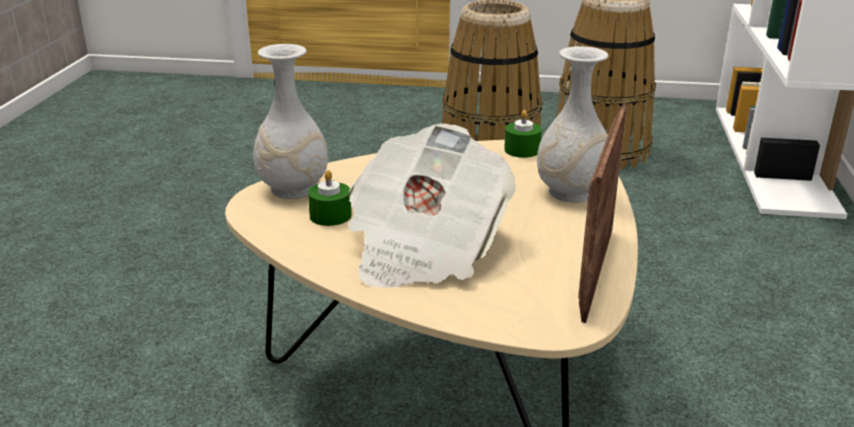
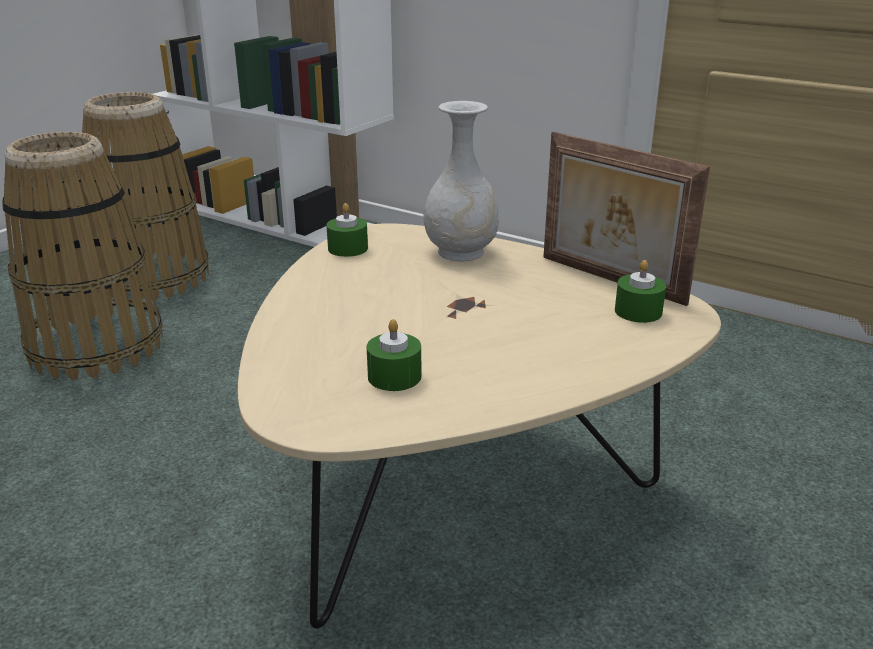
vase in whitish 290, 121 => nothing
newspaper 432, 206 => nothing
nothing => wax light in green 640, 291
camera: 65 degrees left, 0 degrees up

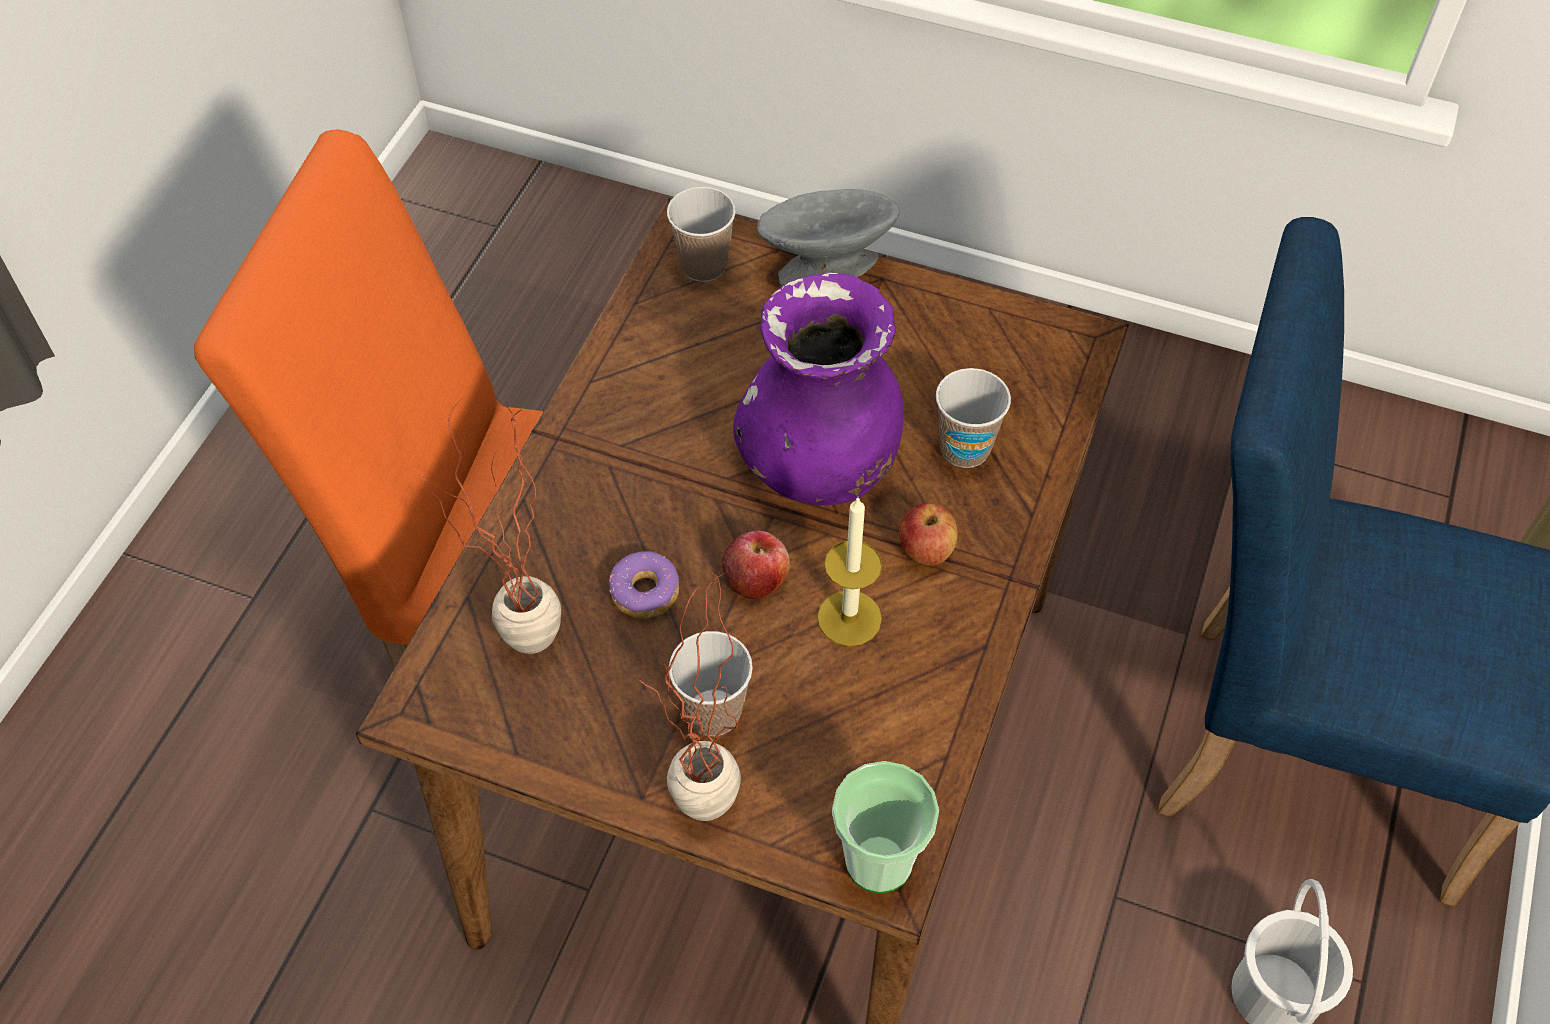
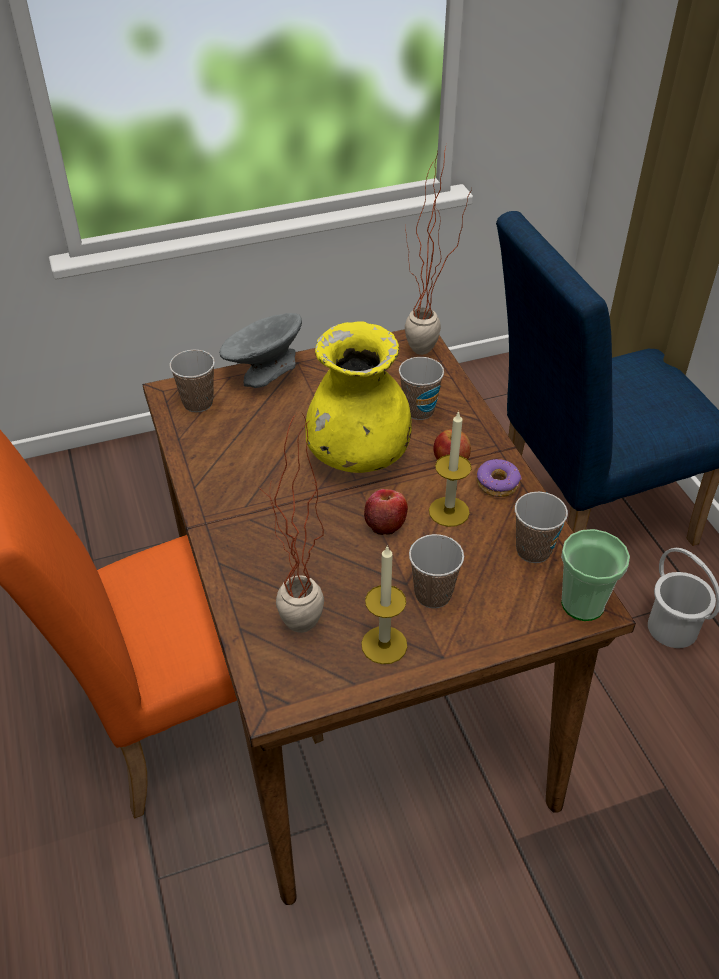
nothing => wax light 384, 604
nothing => small cup 541, 527
doughnut 644, 585 => doughnut 499, 478, move
plant in a pot 691, 696 => plant in a pot 438, 249, move
vase in purple 818, 389 => vase in yellowish 358, 397
camera: 40 degrees left, 10 degrees down

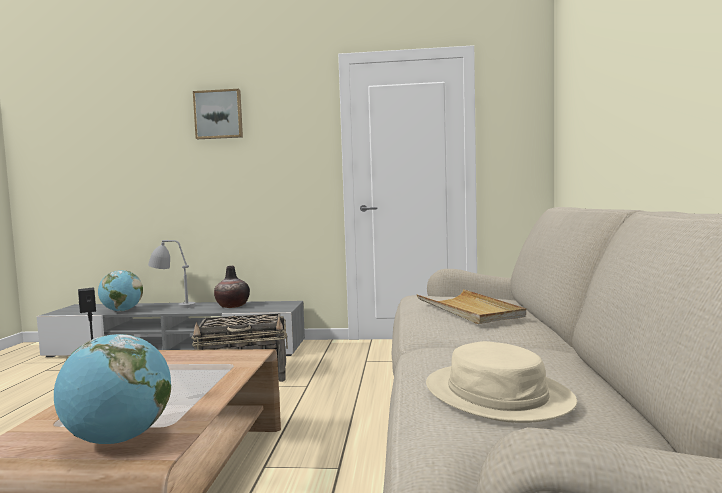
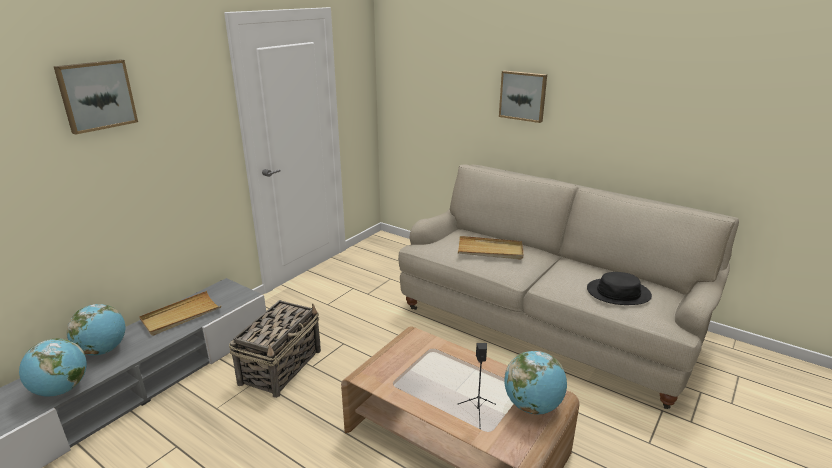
nothing => wall art 523, 96
table lamp in greyish 172, 274 => world globe 96, 330
vase 232, 287 => serving tray in beige-coloured 180, 313
wearable hat in beige-coloured 501, 382 => wearable hat in black 619, 288
camera: 60 degrees left, 20 degrees up

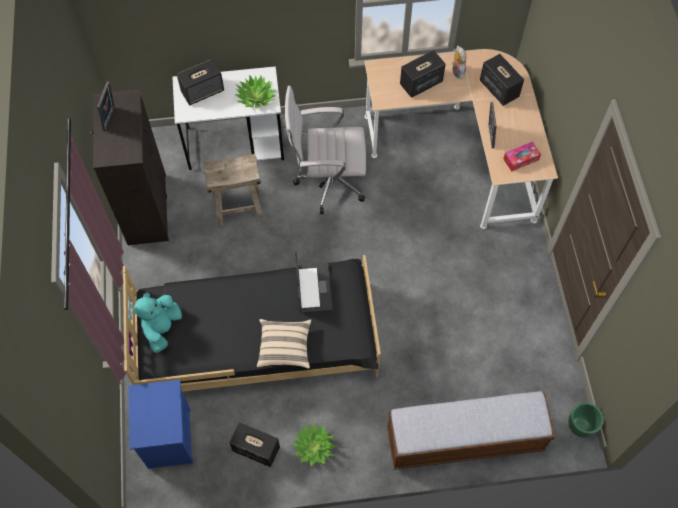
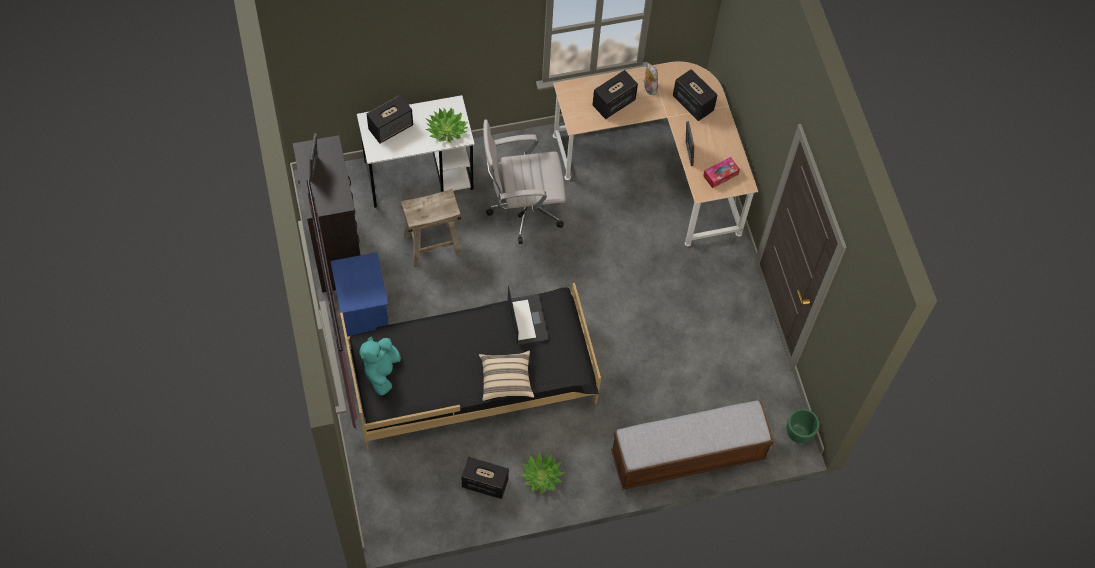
bedside table in blue-coloured 160, 424 => bedside table in blue-coloured 359, 294, move
camera: 10 degrees left, 0 degrees up

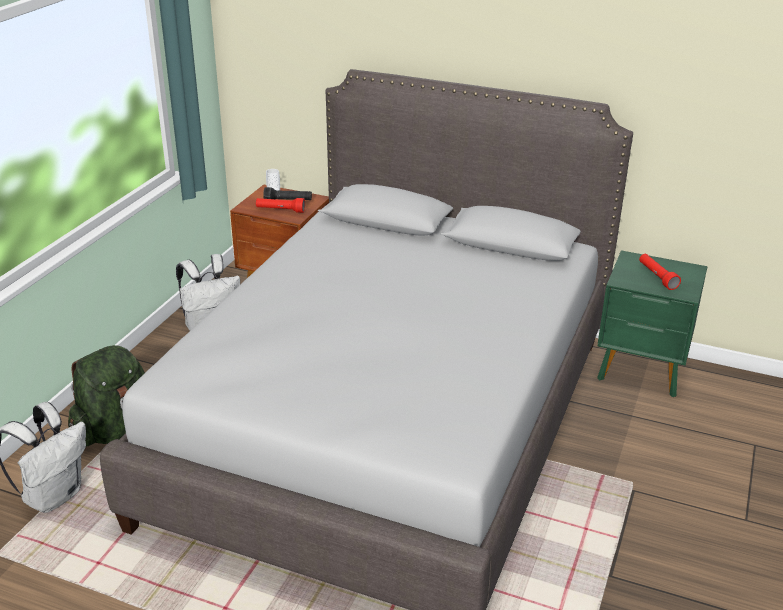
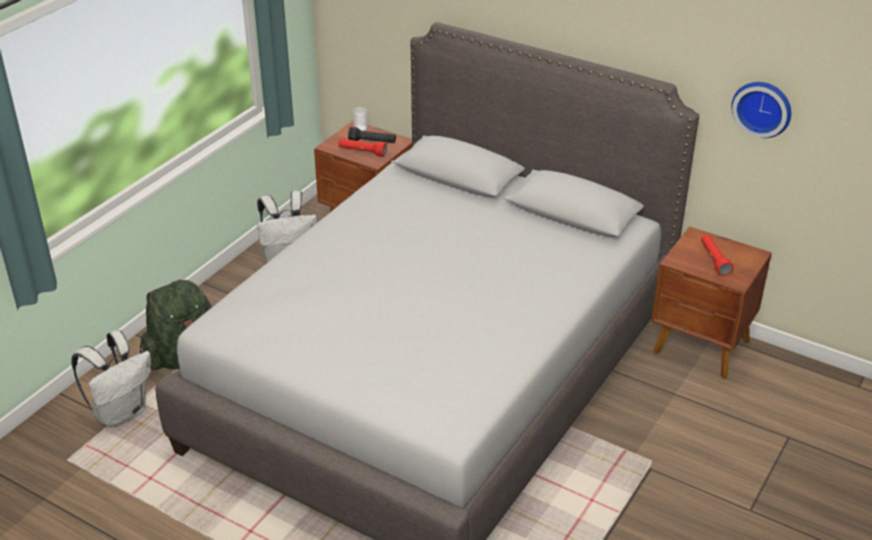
nothing => hanging clock 761, 110
bedside table in green 652, 323 => bedside table in brownish 712, 302
camera: 10 degrees right, 5 degrees up

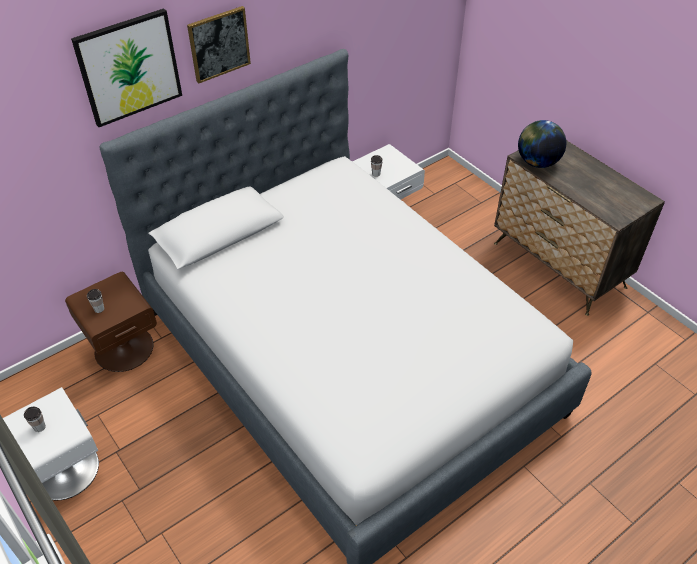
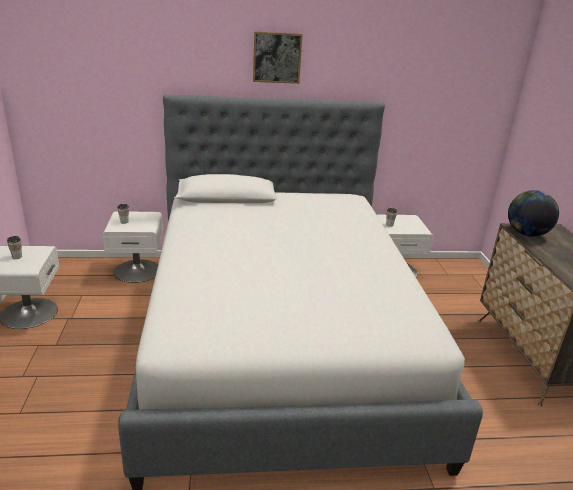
wall art 126, 67 => nothing
bedside table in brownish 111, 322 => bedside table in whitish 133, 247
camera: 30 degrees right, 20 degrees down

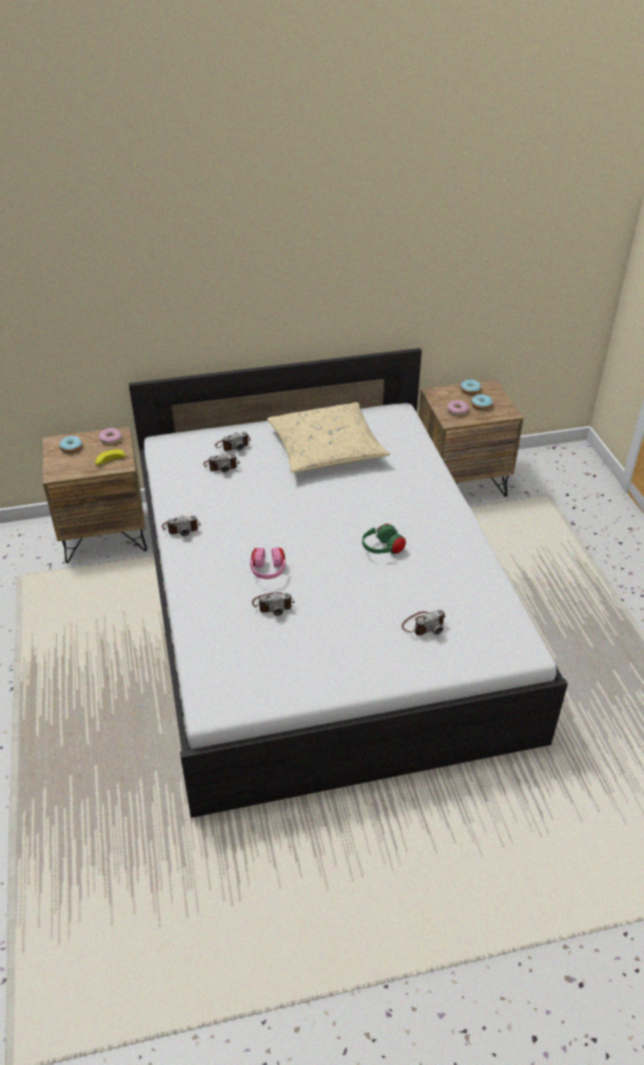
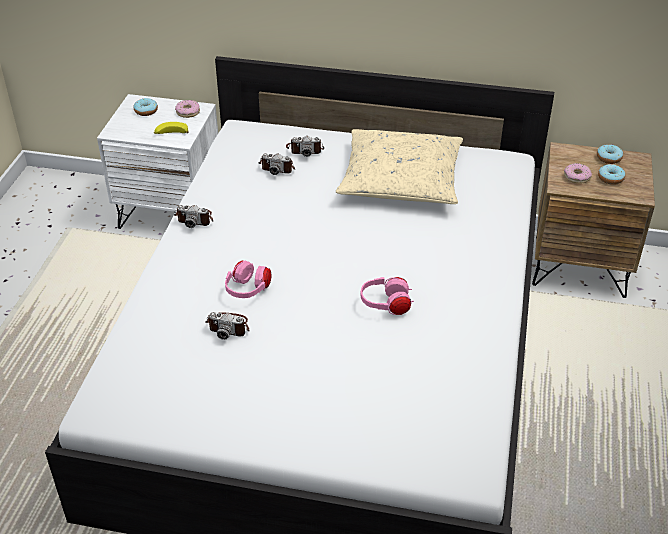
still camera 424, 622 => nothing
bedside table in brownish 94, 494 => bedside table in whitish 157, 161
headphones in green 384, 539 => headphones in pinkish 387, 296
camera: 25 degrees right, 0 degrees up

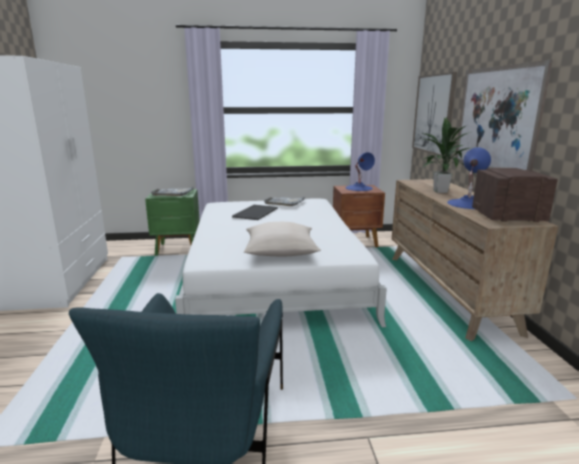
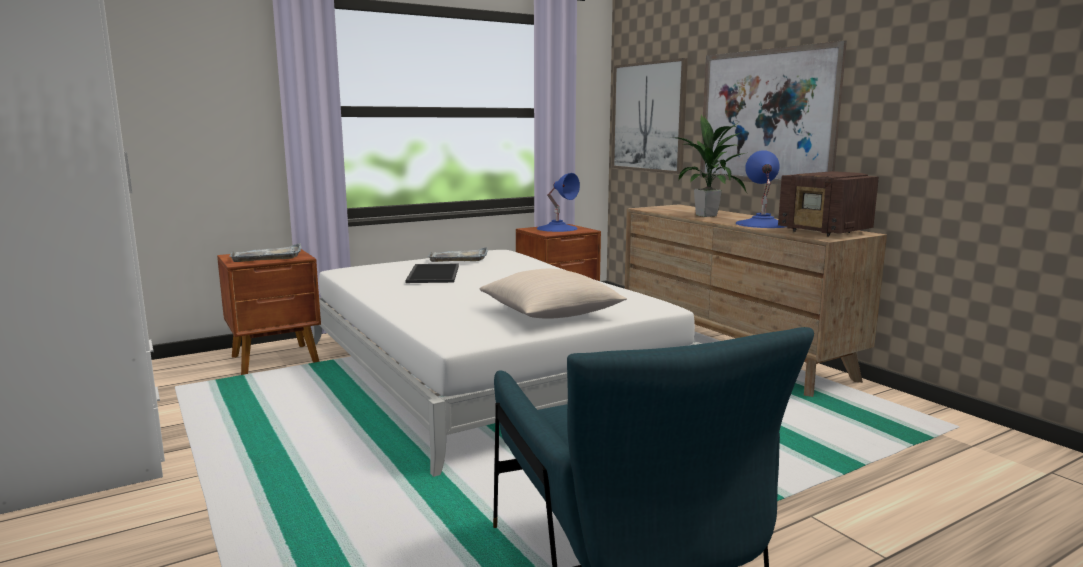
bedside table in green 172, 222 => bedside table in brownish 269, 312
radio 515, 195 => radio 828, 204, 105 degrees counterclockwise
camera: 25 degrees left, 5 degrees down

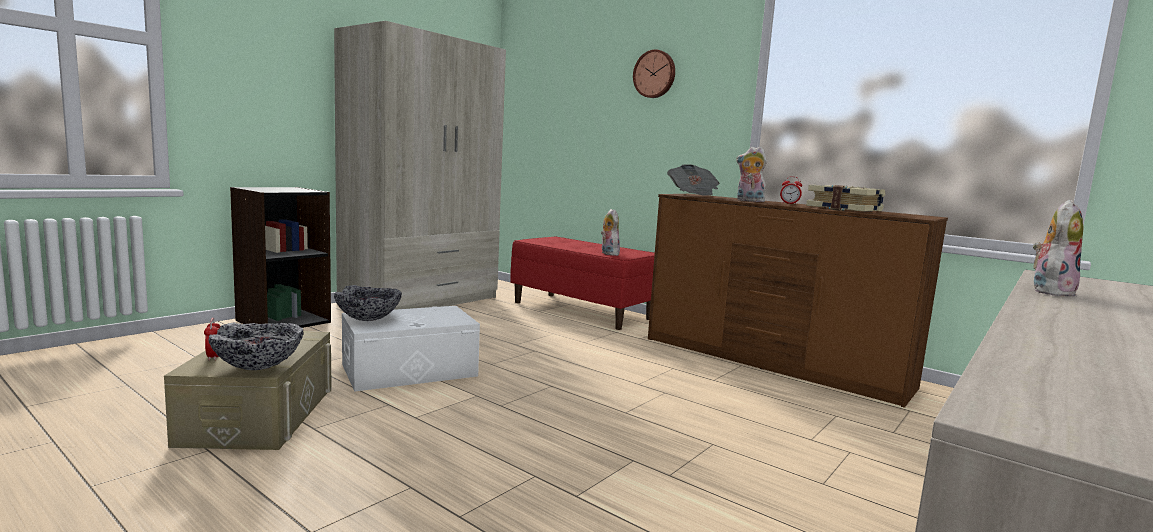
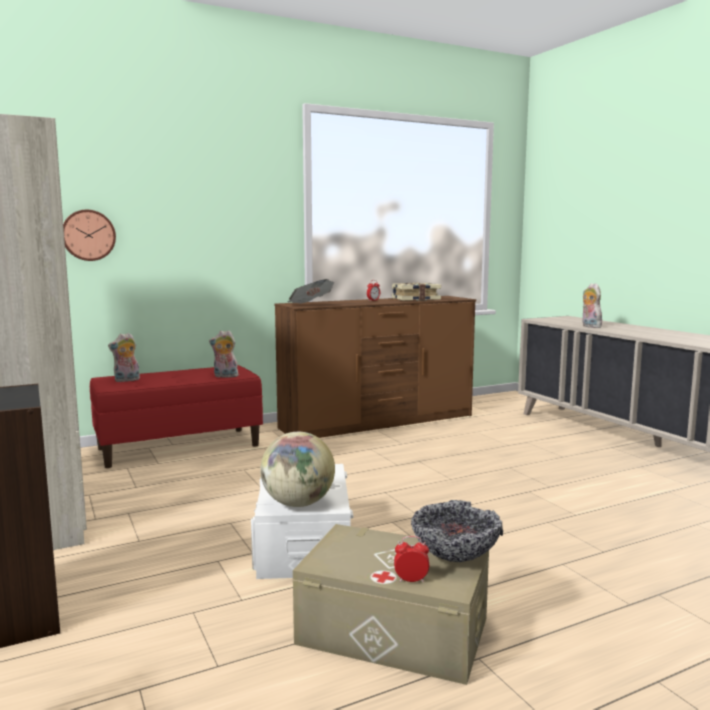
hanging clock 654, 74 => hanging clock 89, 235, move
cuddly toy 751, 174 => cuddly toy 124, 357, move
serving bowl 368, 303 => world globe 297, 469
camera: 65 degrees left, 0 degrees up

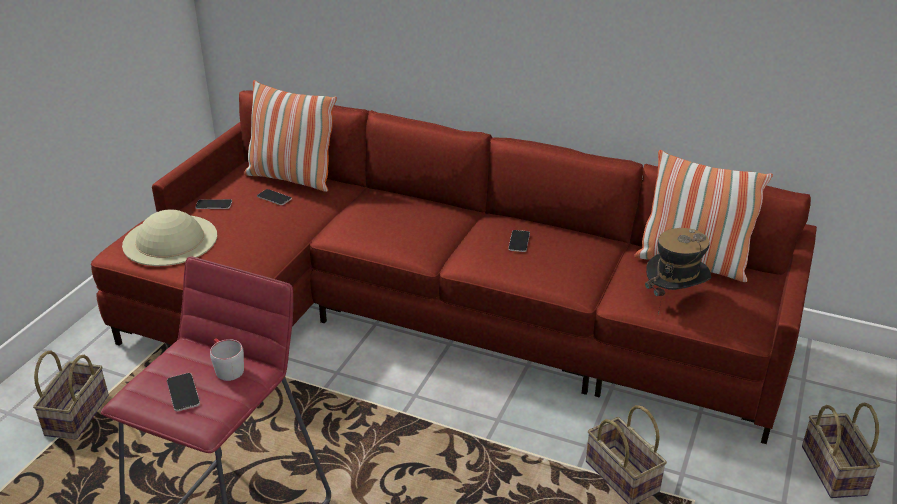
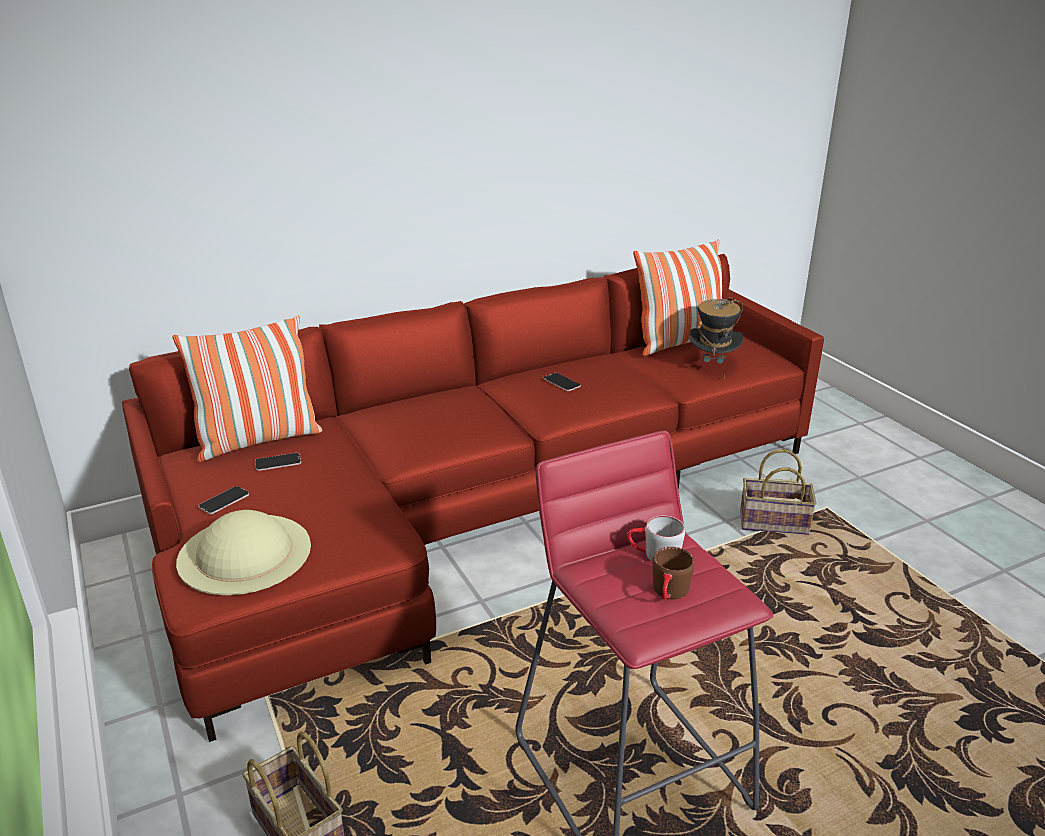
storage basket 841, 450 => nothing
handset 183, 392 => mug in brownish 673, 574
camera: 50 degrees left, 5 degrees down

